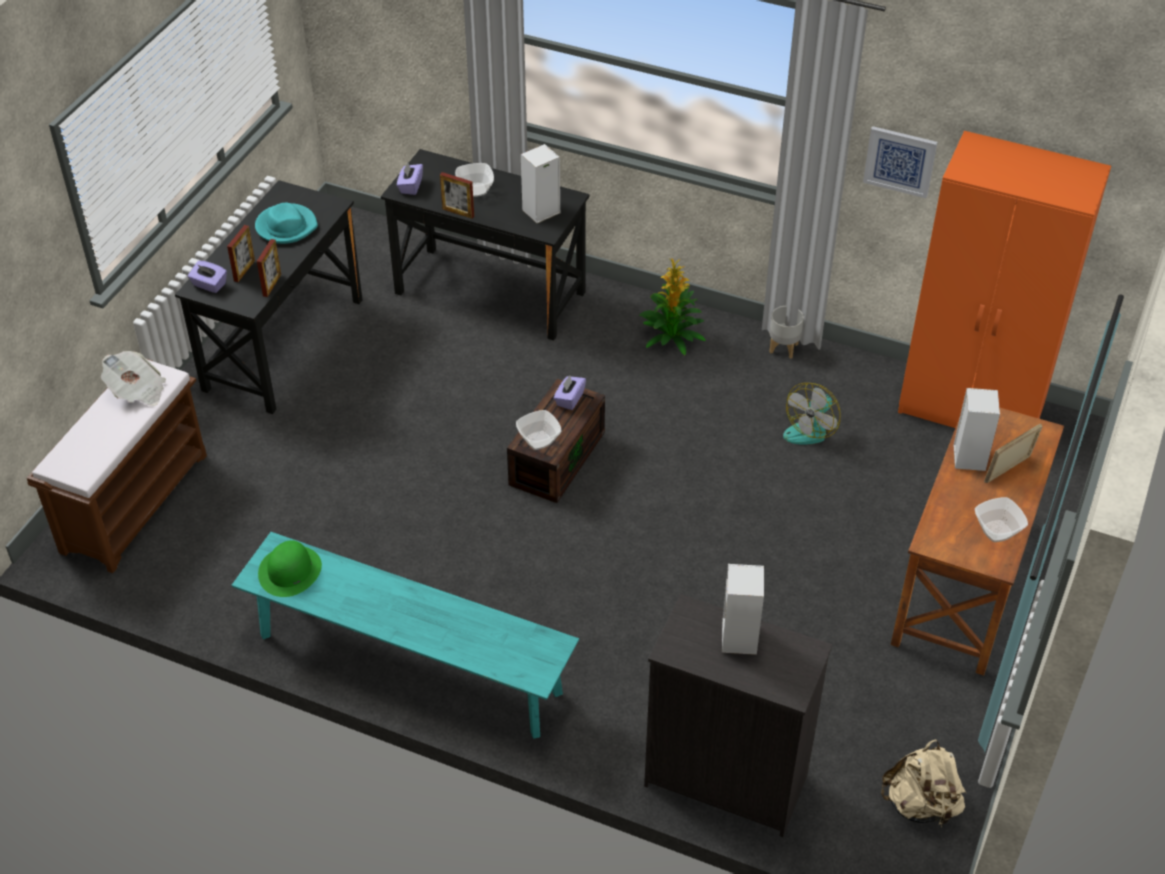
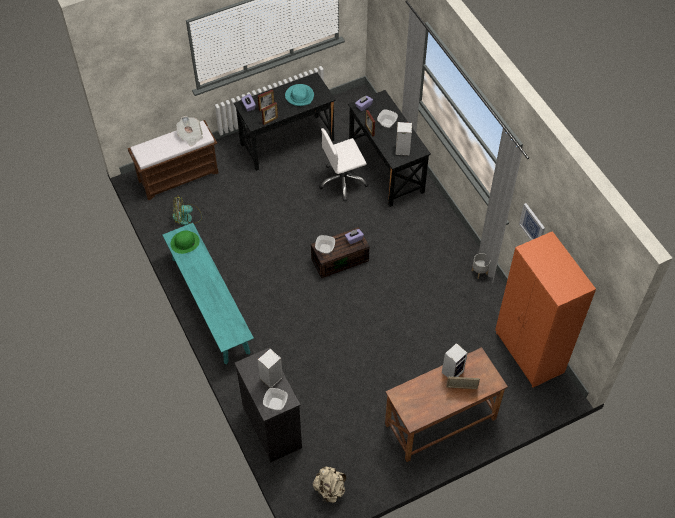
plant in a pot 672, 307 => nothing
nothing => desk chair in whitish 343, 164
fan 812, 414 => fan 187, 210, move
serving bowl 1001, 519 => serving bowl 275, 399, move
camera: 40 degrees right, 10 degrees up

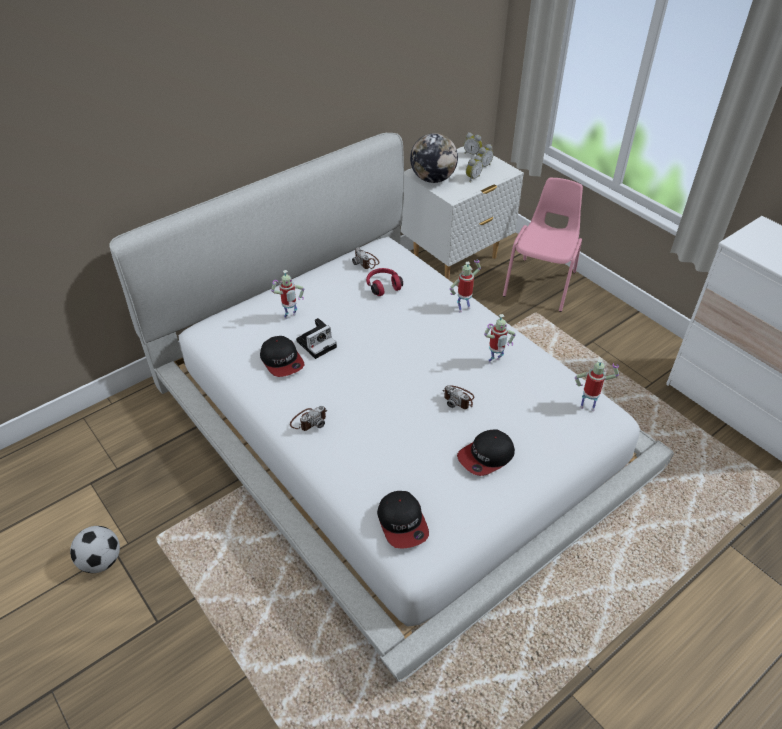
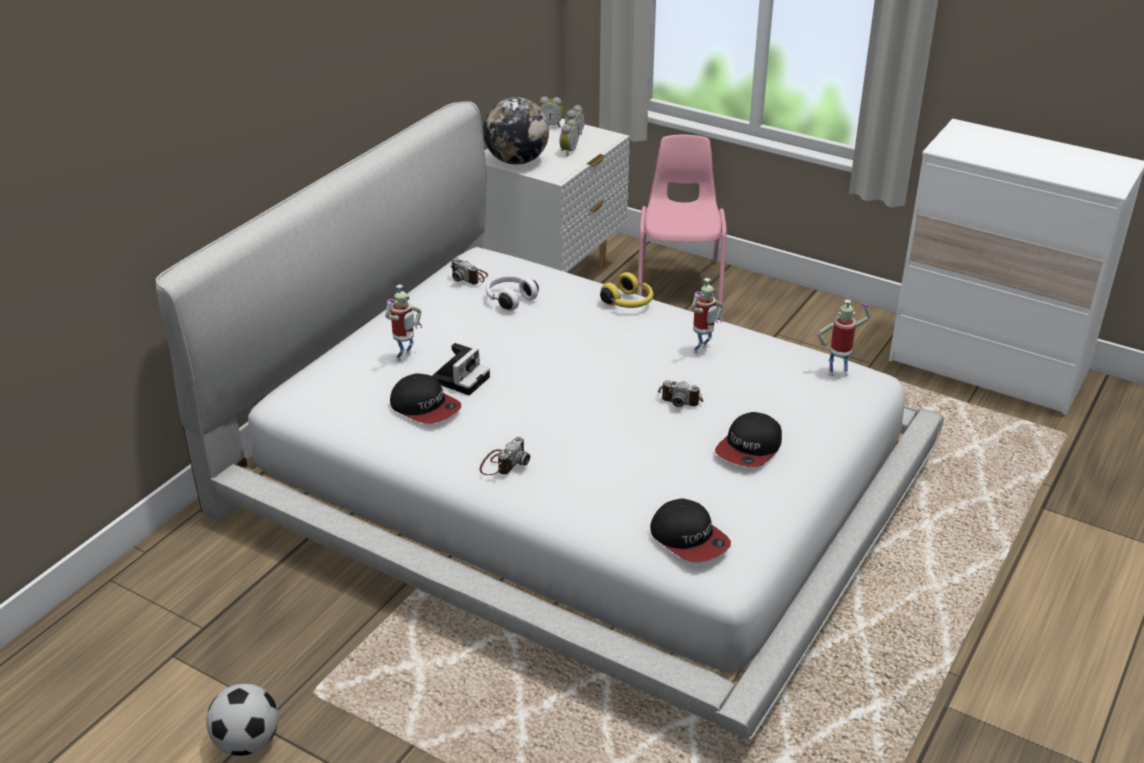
model robot 465, 285 => headphones in yellowish 626, 290
headphones in red 384, 282 => headphones in whitish 512, 293
camera: 20 degrees left, 10 degrees down

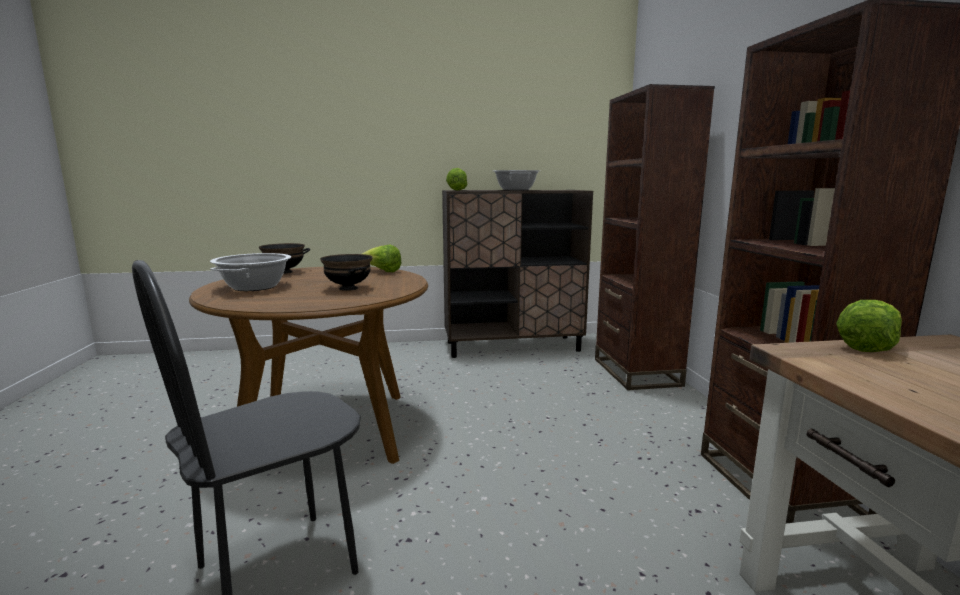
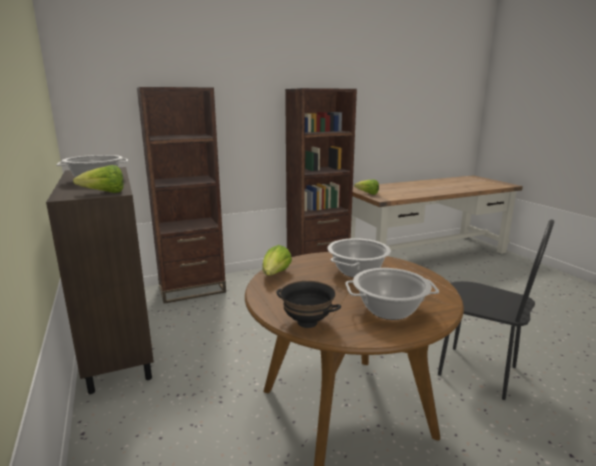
serving bowl in black 346, 272 => cooking pot 359, 258
camera: 105 degrees left, 5 degrees up

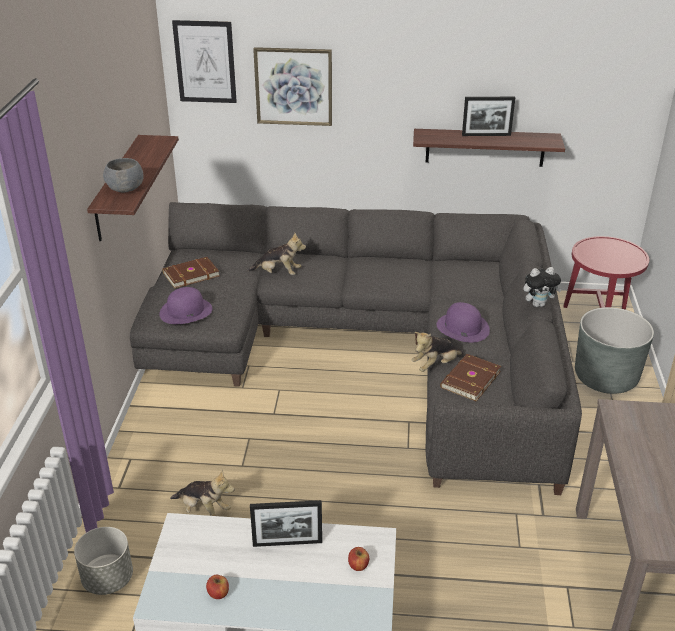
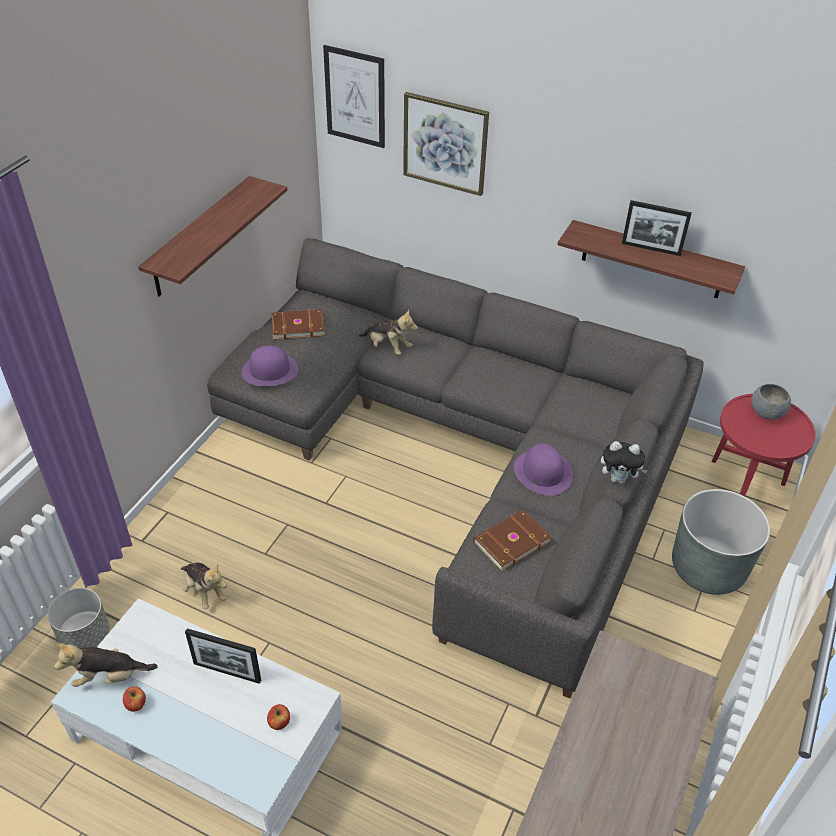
serving bowl in greyish 123, 175 => serving bowl in greyish 771, 402, move
cuddly toy 437, 352 => cuddly toy 106, 665, move
camera: 20 degrees right, 10 degrees up

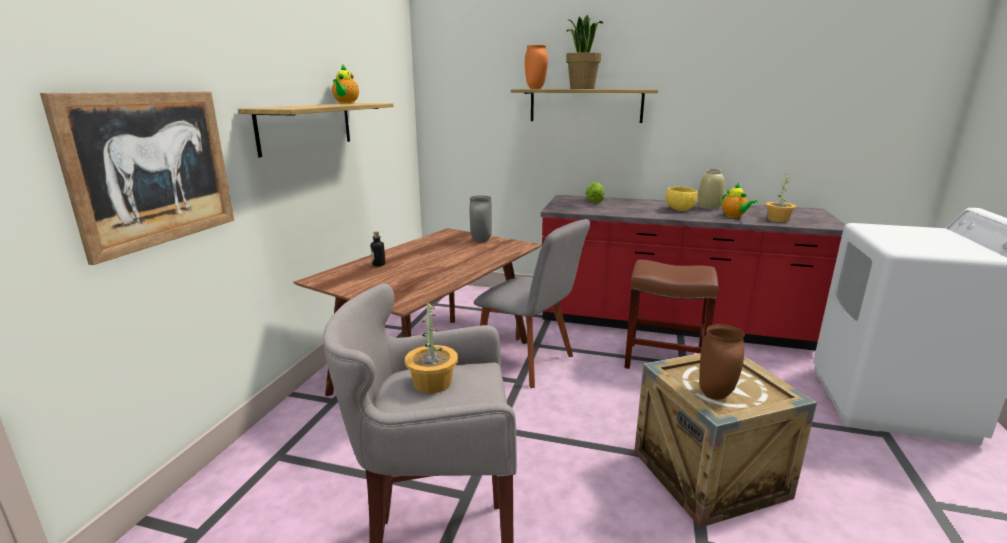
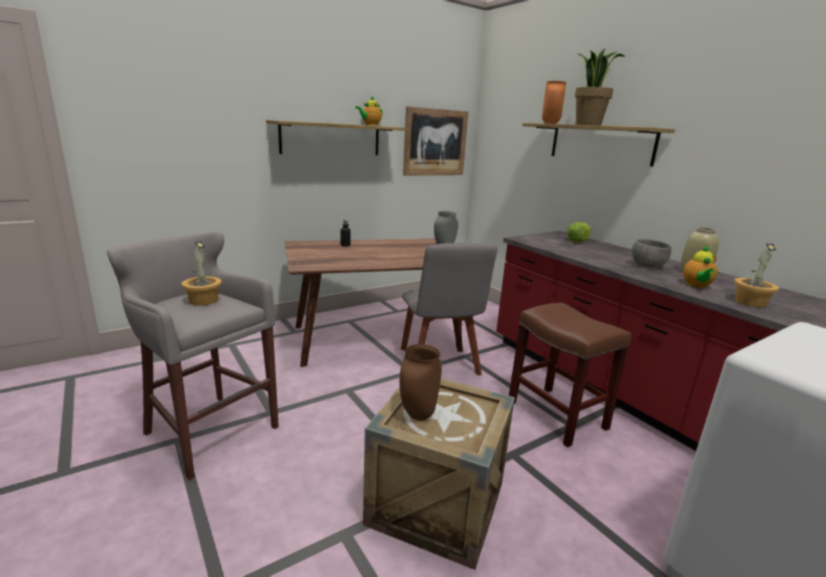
wall art 137, 178 => wall art 435, 141, move
serving bowl in yellowish 681, 199 => serving bowl in greyish 651, 253
camera: 40 degrees right, 0 degrees up

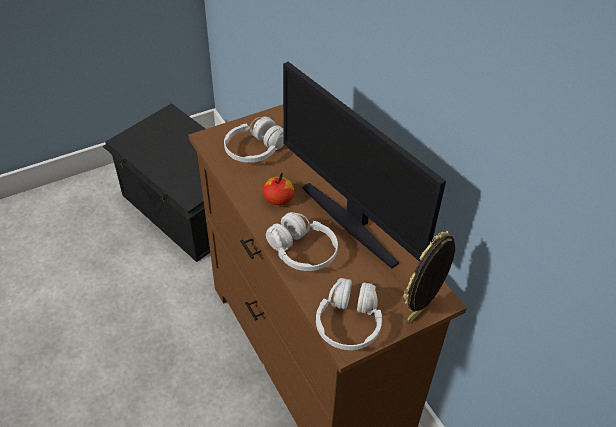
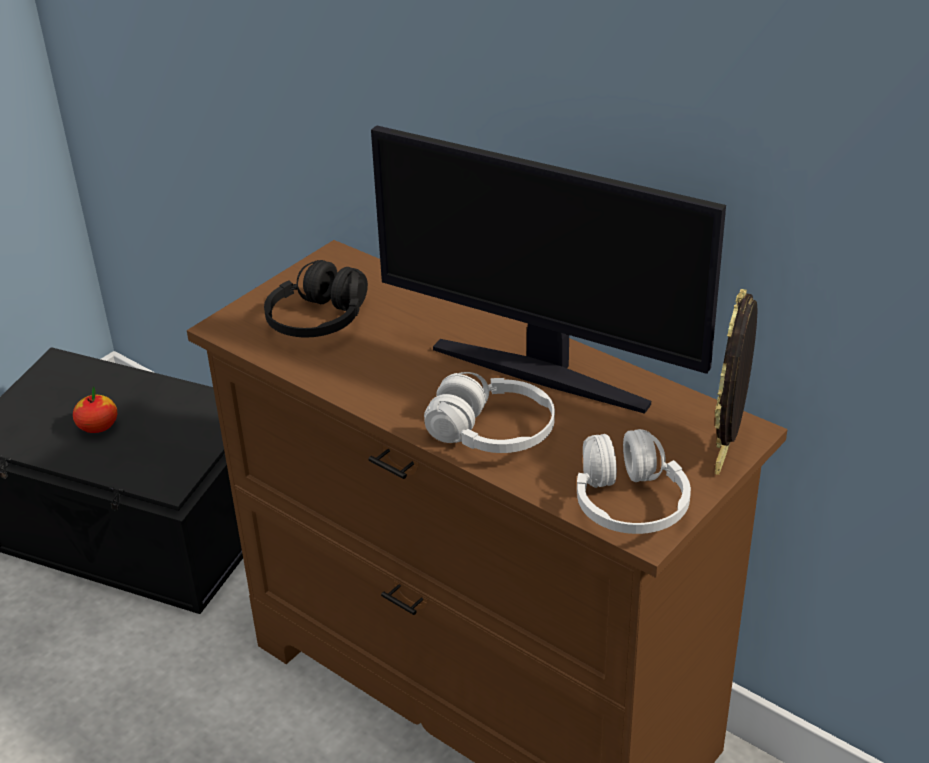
apple fruit 278, 189 => apple fruit 95, 409, move
headphones in whitish 254, 140 => headphones in black 316, 298
camera: 20 degrees left, 10 degrees down

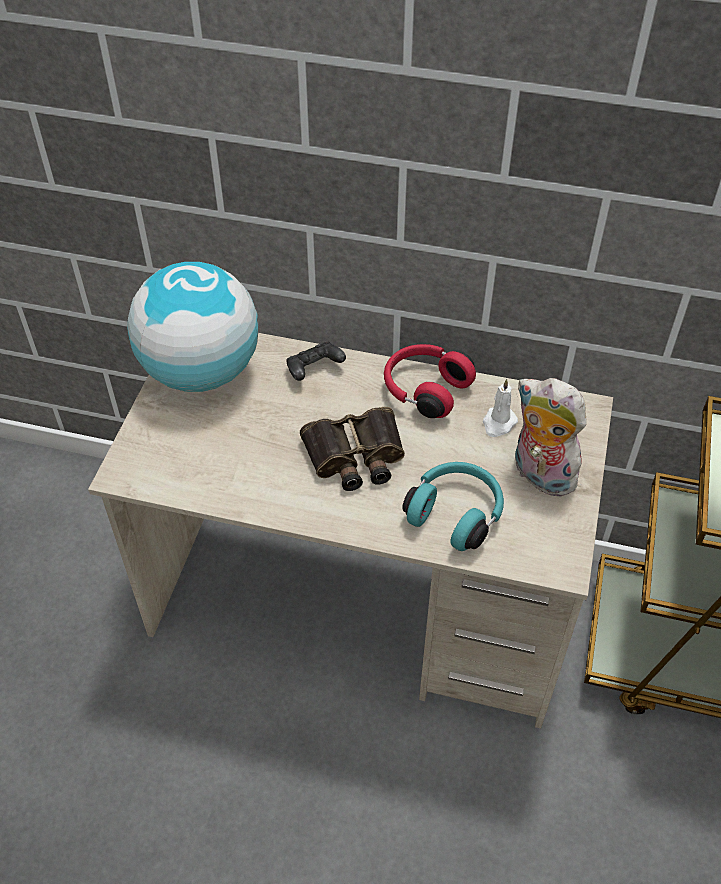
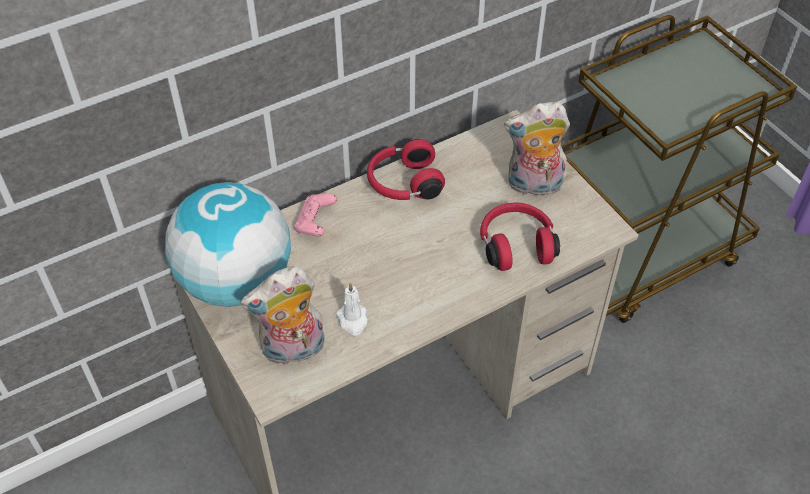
field glasses 352, 449 => nothing
nothing => cuddly toy 282, 316
wax light in whitish 500, 408 => wax light in whitish 352, 308, move
game controller in black 316, 361 => game controller in pinkish 315, 214
headphones in turquoise-coloured 453, 506 => headphones in red 520, 237
camera: 45 degrees left, 0 degrees up

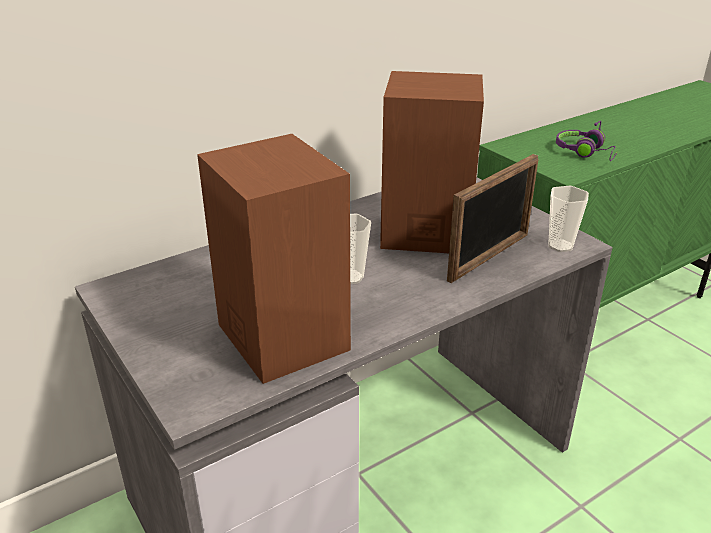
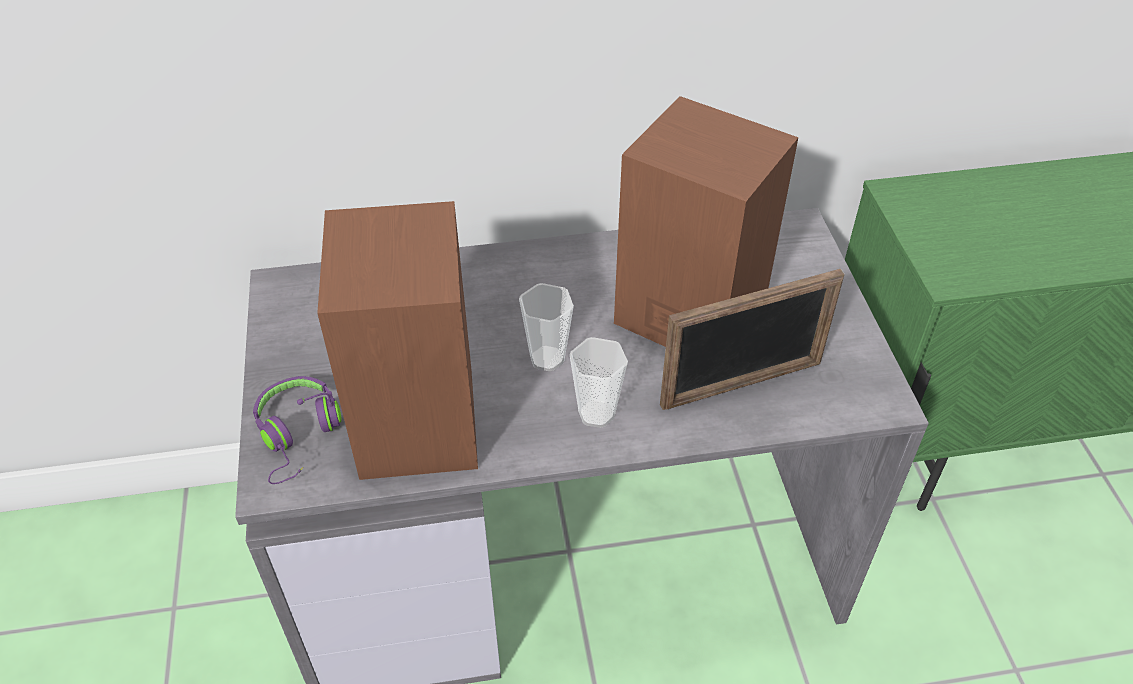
small cup 568, 219 => small cup 599, 382, move
headphones in purple 586, 141 => headphones in purple 297, 430, move
camera: 25 degrees right, 15 degrees up

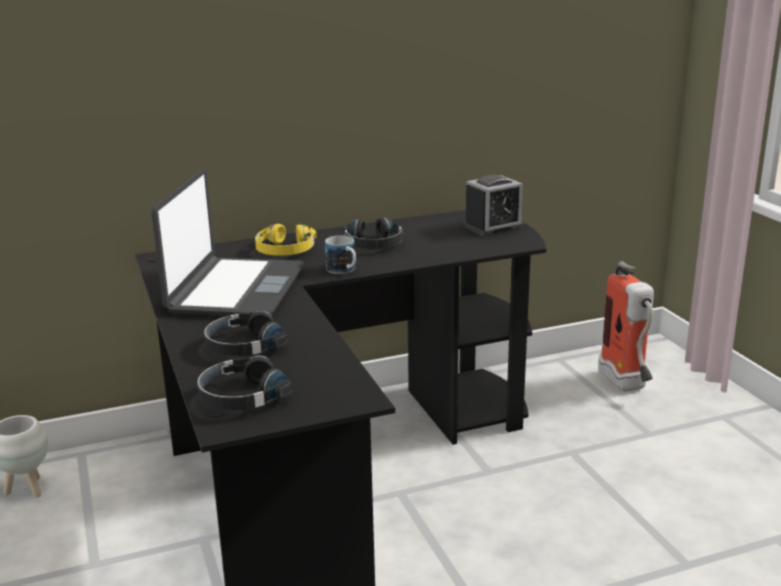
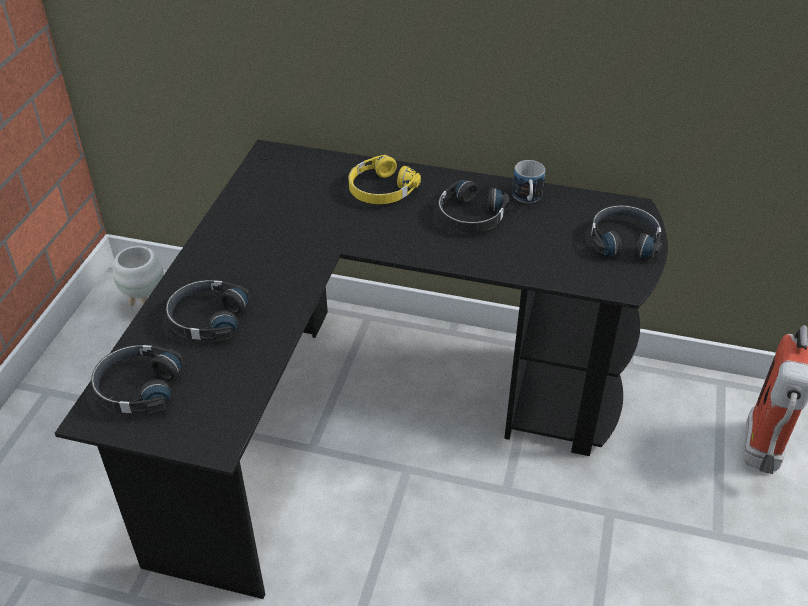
portable computer 227, 242 => nothing
mug 340, 254 => mug 528, 181, move
alarm clock 493, 205 => headphones in black 626, 231
camera: 35 degrees right, 20 degrees up

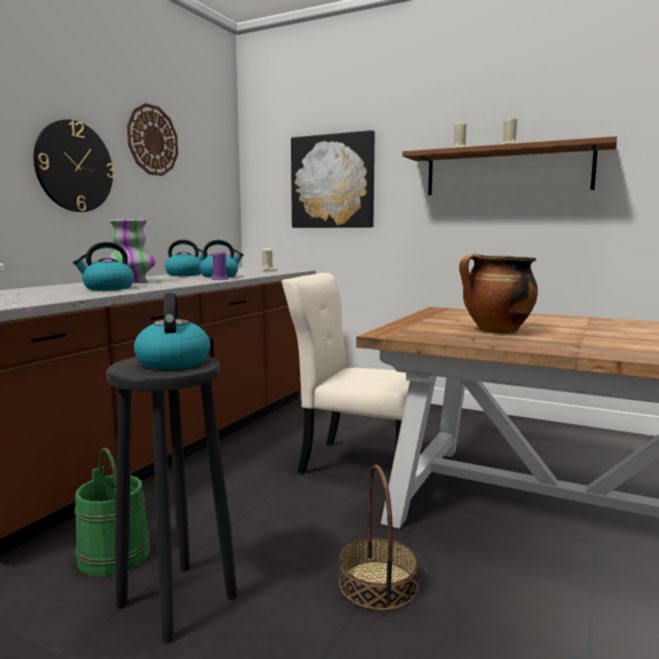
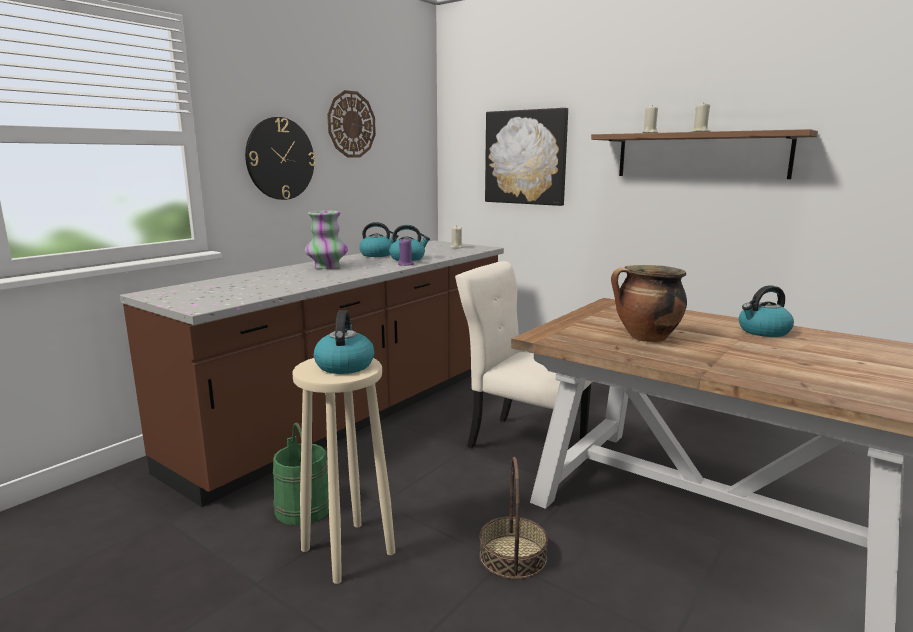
water kettle 103, 266 => water kettle 766, 311, move
sitting stool in black 171, 500 => sitting stool in beige-coloured 343, 471
camera: 10 degrees right, 5 degrees up

